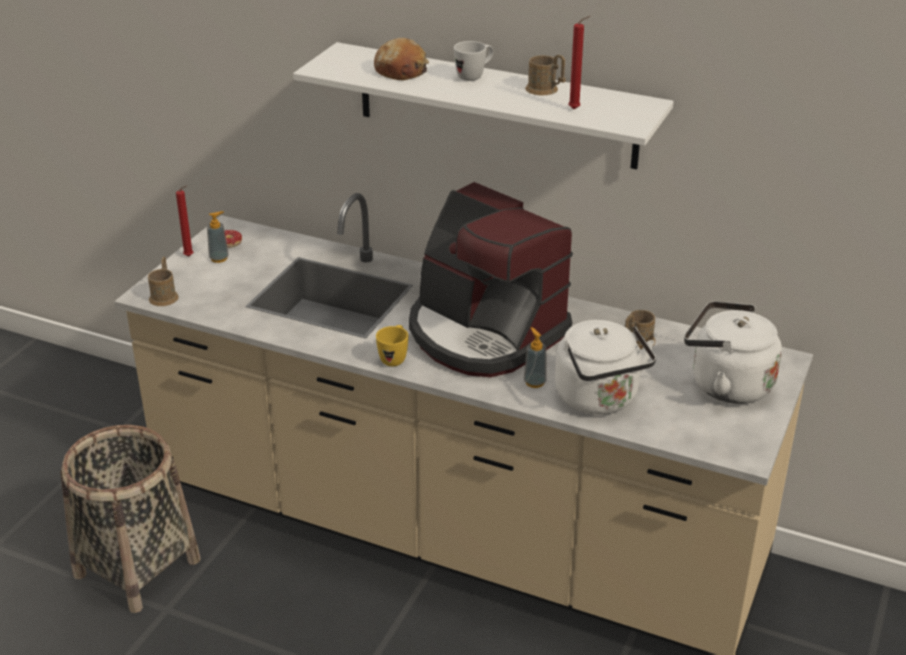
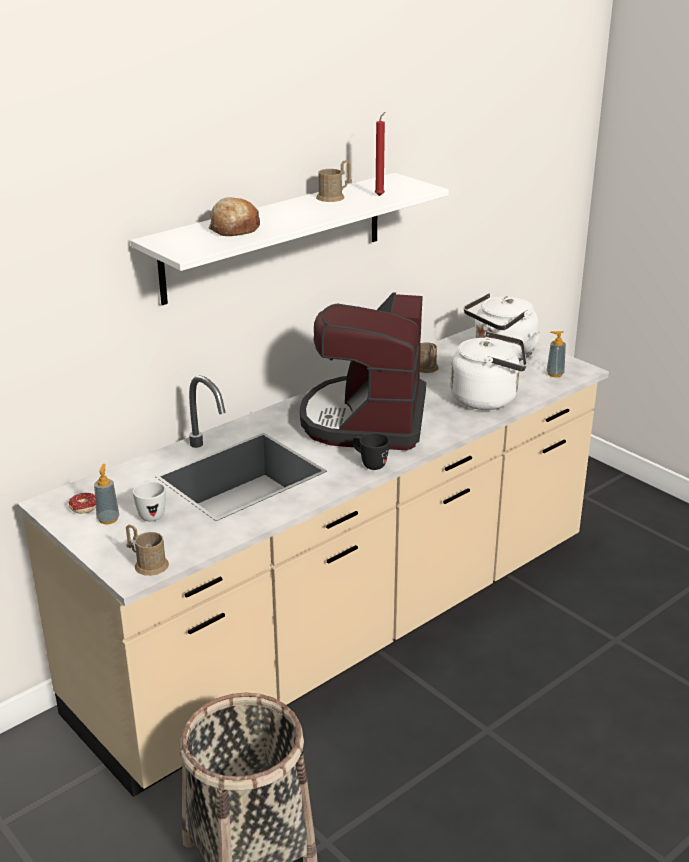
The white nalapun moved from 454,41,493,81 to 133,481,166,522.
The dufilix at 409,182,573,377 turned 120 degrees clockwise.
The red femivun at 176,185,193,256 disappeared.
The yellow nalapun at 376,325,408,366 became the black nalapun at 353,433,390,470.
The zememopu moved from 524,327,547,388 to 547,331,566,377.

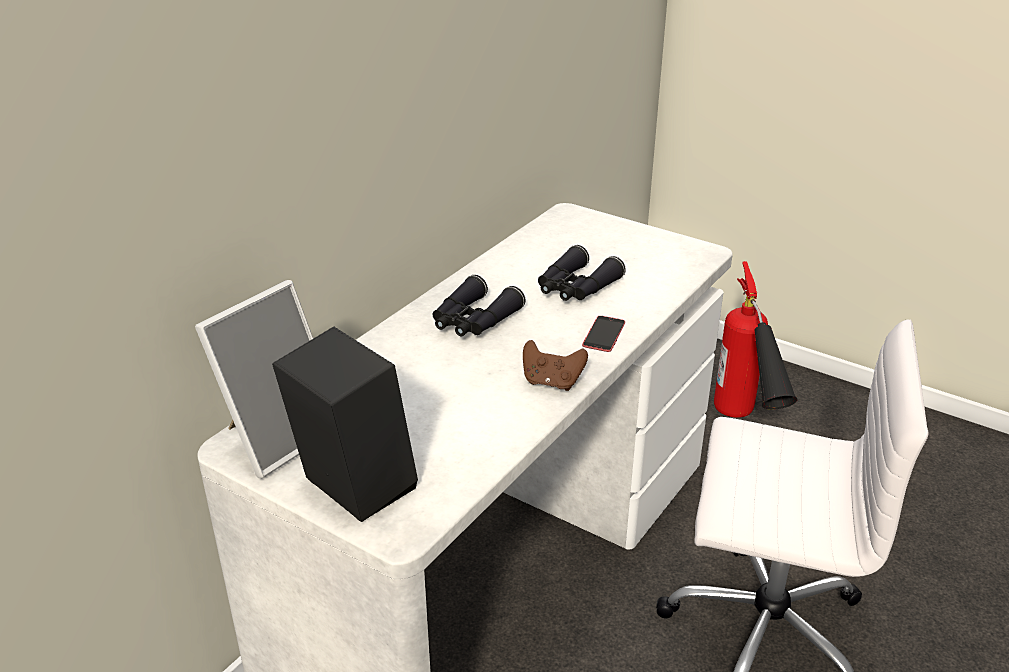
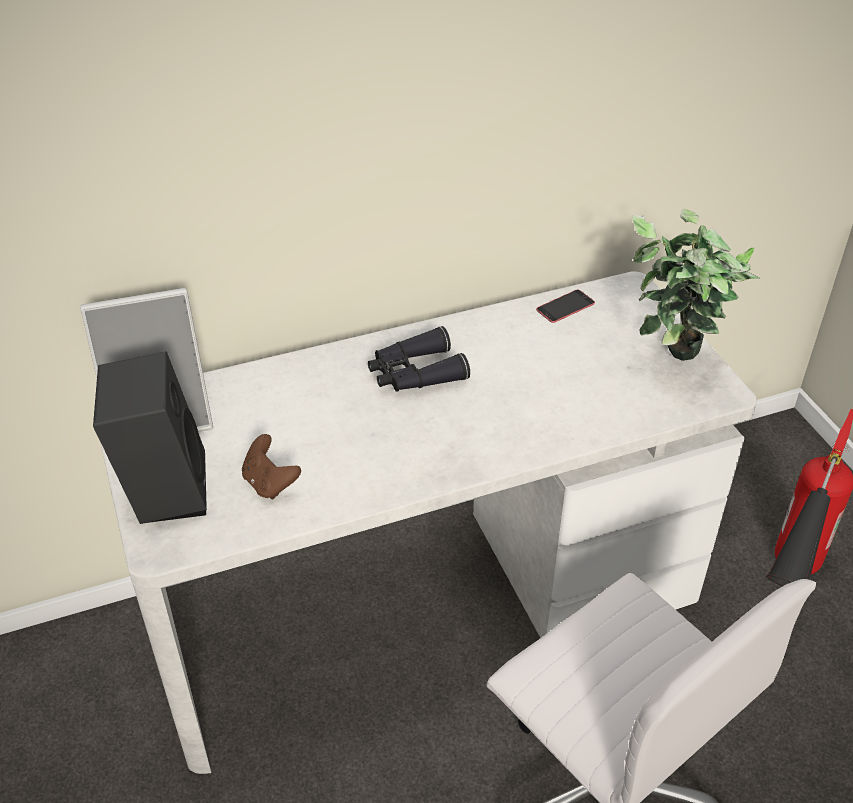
The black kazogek at 538,245,626,301 disappeared.
The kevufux moved from 582,316,625,352 to 536,290,595,323.
The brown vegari moved from 523,340,588,391 to 242,434,301,500.
The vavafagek at 632,209,761,361 appeared.

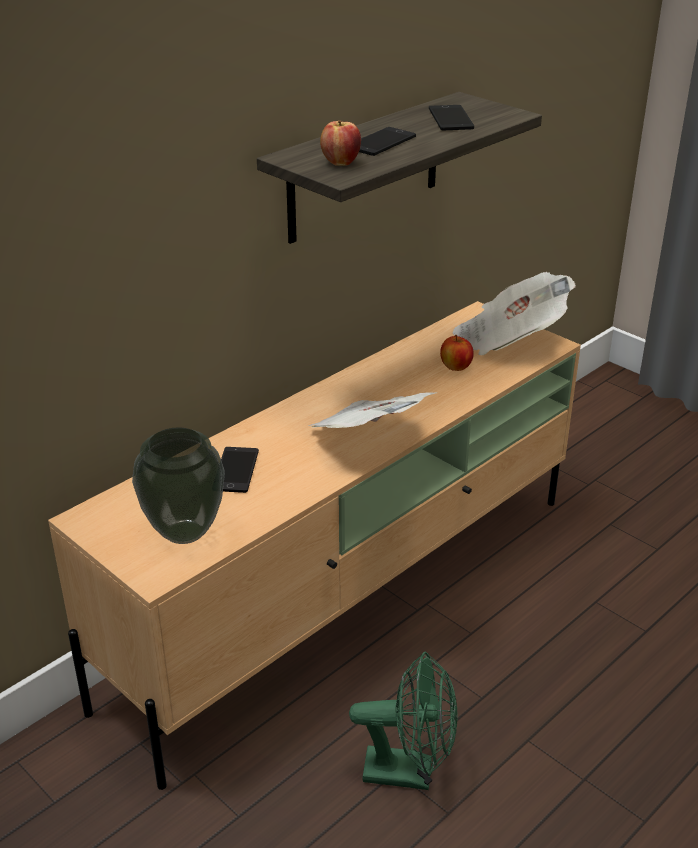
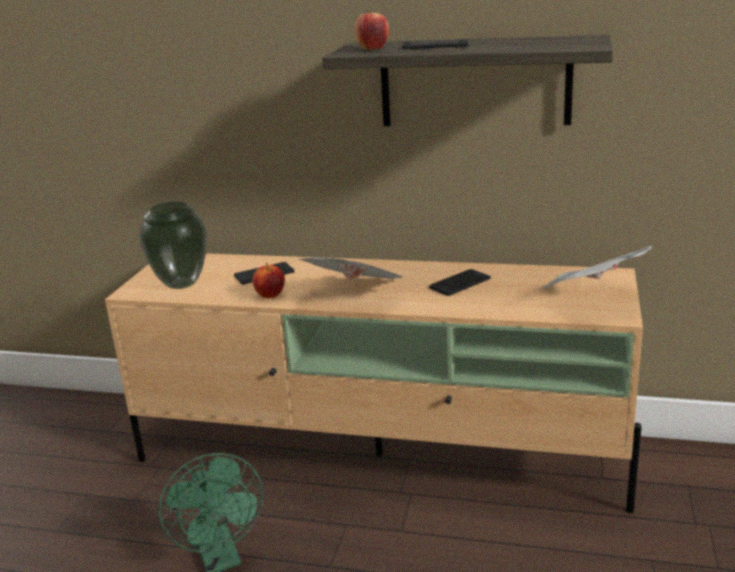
The kevufux moved from 429,105,474,130 to 429,269,491,296.
The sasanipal moved from 440,335,474,371 to 253,263,285,298.

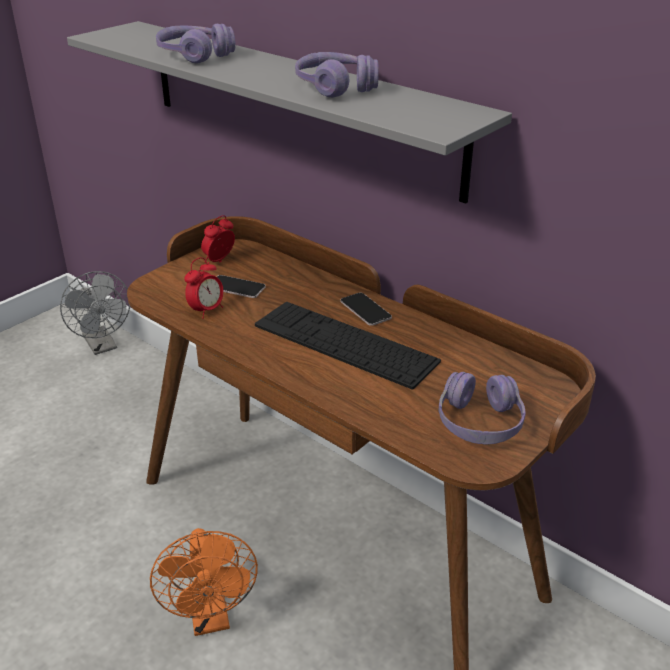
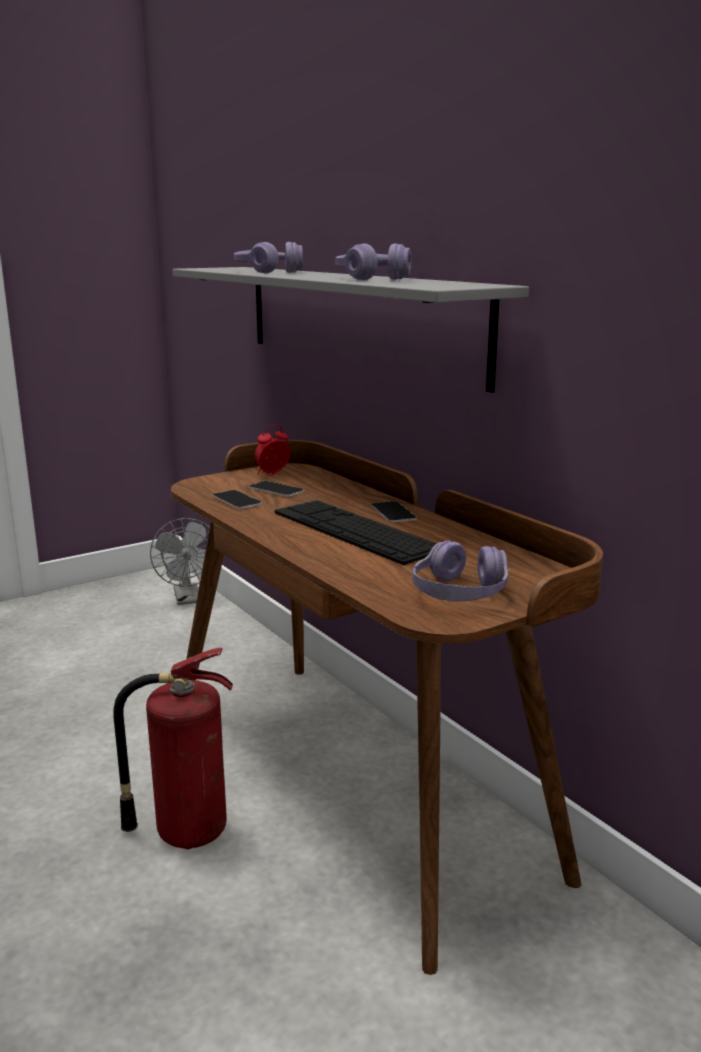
The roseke at 184,257,223,319 was replaced by the kevufux at 212,490,262,509.
The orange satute at 150,528,258,636 was replaced by the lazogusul at 113,648,233,850.

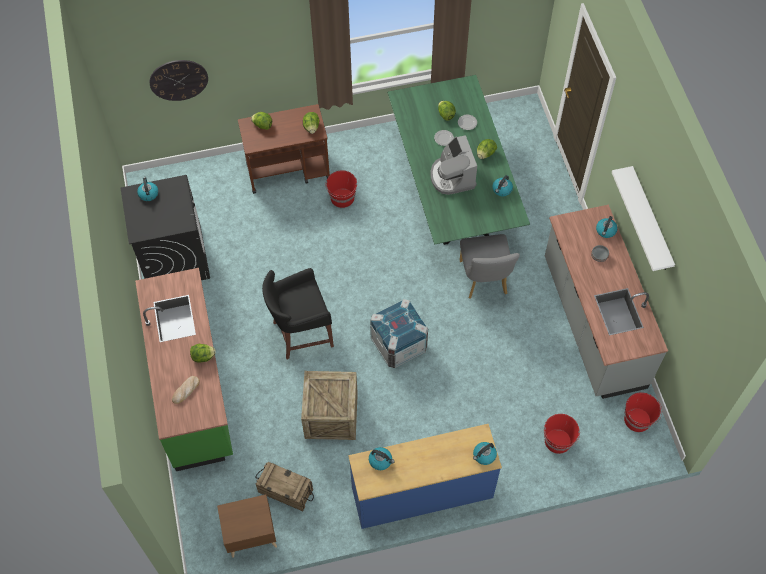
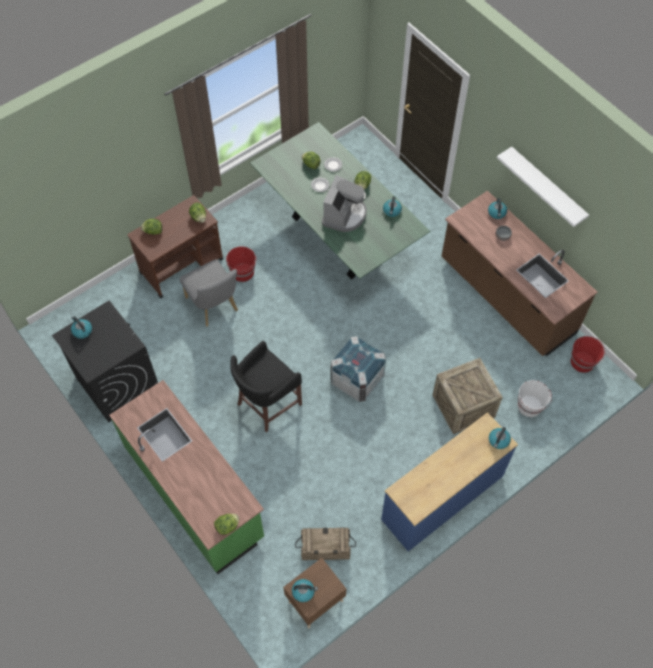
The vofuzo at 150,60,208,101 disappeared.
The dufilix at 430,135,477,195 turned 120 degrees counterclockwise.
The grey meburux at 545,205,668,399 became the brown meburux at 442,190,597,356.
The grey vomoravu moved from 460,234,520,299 to 179,259,238,327.
The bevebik moved from 190,344,216,363 to 214,514,239,535.
The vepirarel moved from 301,371,358,440 to 433,358,503,434.
The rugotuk at 172,376,200,404 disappeared.
The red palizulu at 544,414,580,454 became the white palizulu at 518,380,552,417.
The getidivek moved from 369,447,395,470 to 292,579,318,602.

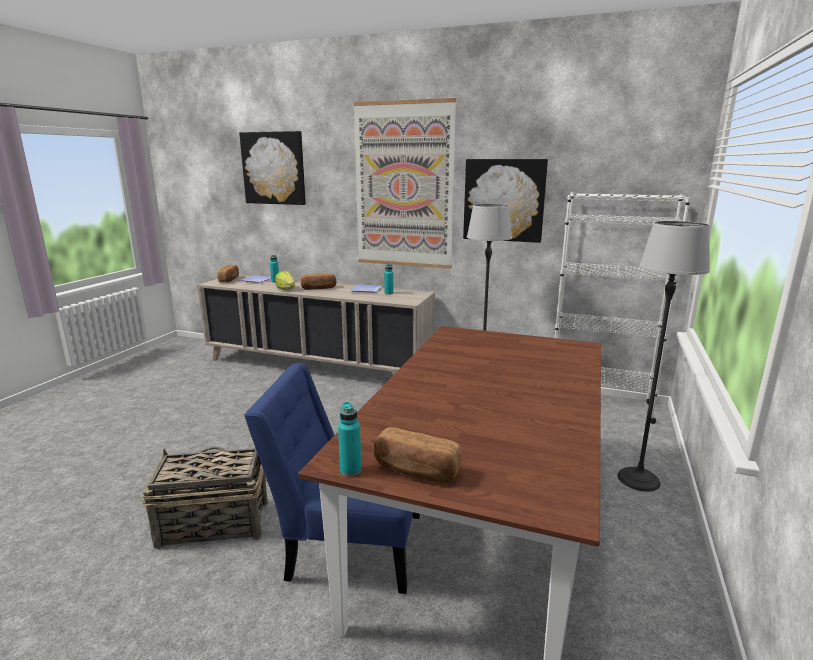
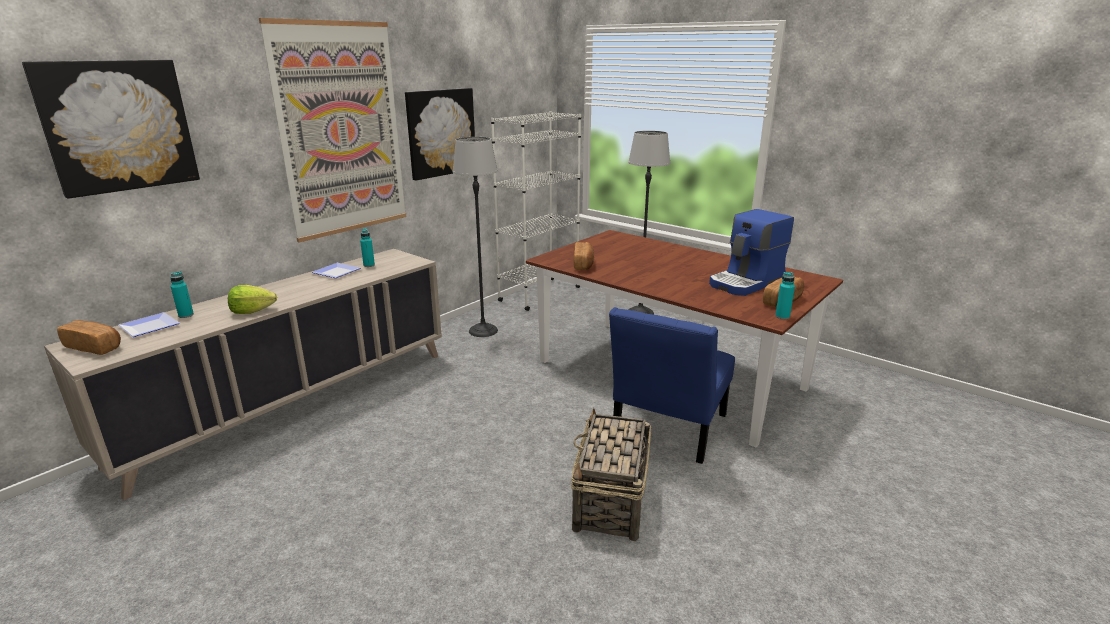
The rugotuk moved from 301,273,336,290 to 573,242,594,270.
The dufilix at 709,209,794,296 appeared.

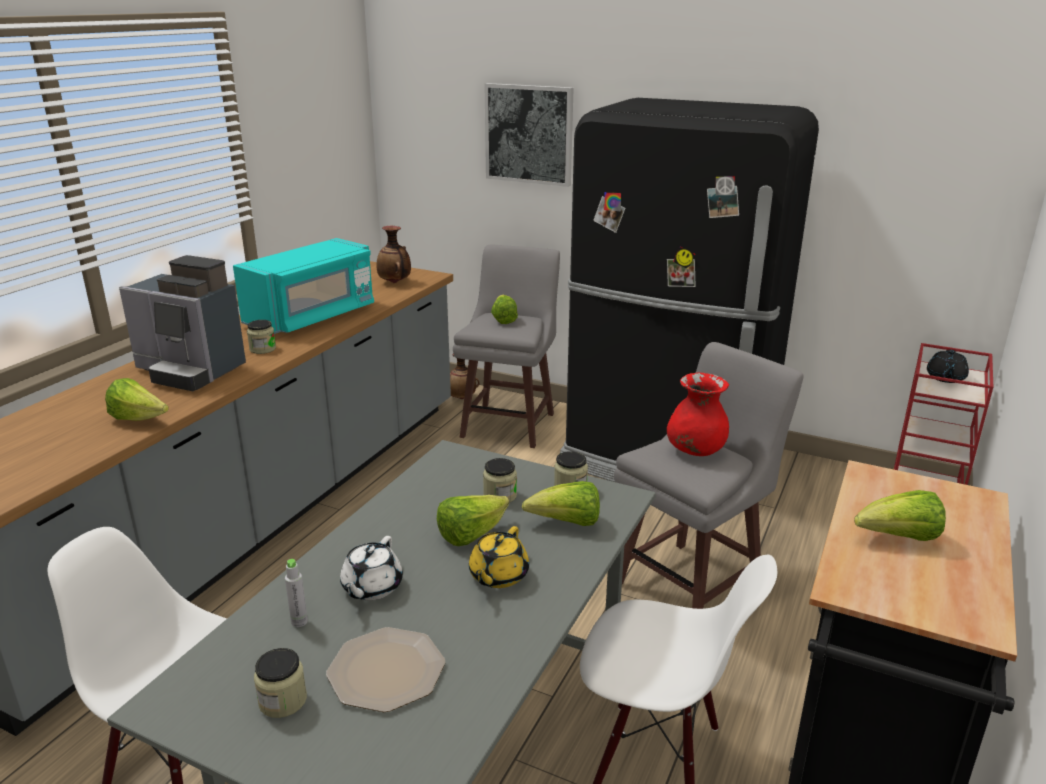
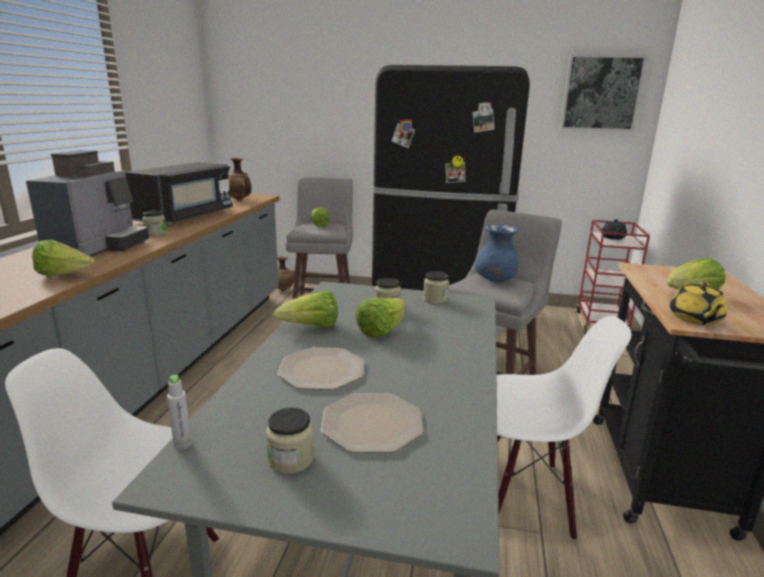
The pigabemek moved from 484,83,574,187 to 560,54,648,132.
The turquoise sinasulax at 233,238,374,334 became the black sinasulax at 125,162,233,225.
The dufilix at 119,255,246,391 turned 90 degrees counterclockwise.
The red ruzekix at 667,372,729,456 became the blue ruzekix at 475,224,519,282.
The bevebik moved from 522,481,600,526 to 273,290,338,327.
The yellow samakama moved from 469,526,529,588 to 670,282,727,325.
The white samakama at 340,536,403,600 was replaced by the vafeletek at 277,347,364,390.
The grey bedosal moved from 285,559,308,627 to 167,375,192,450.

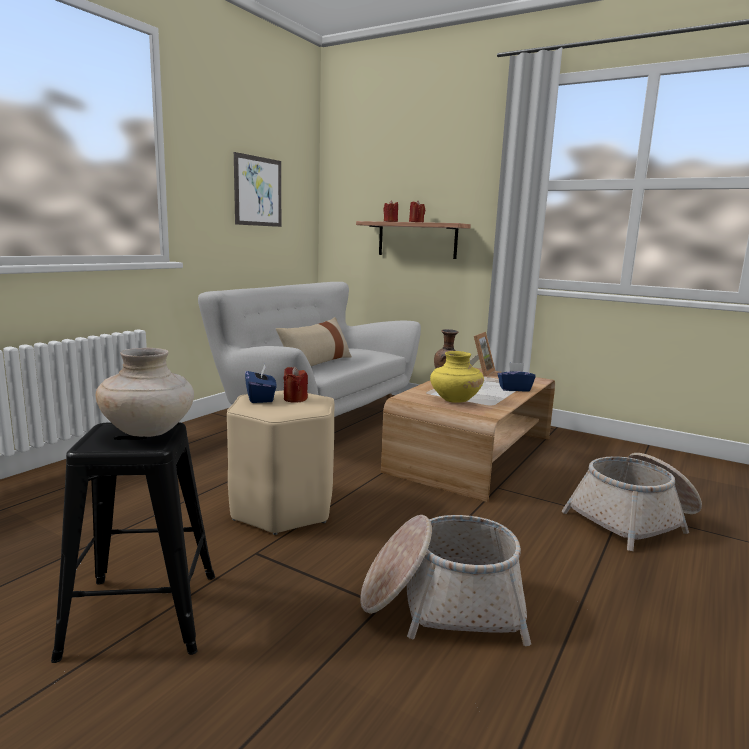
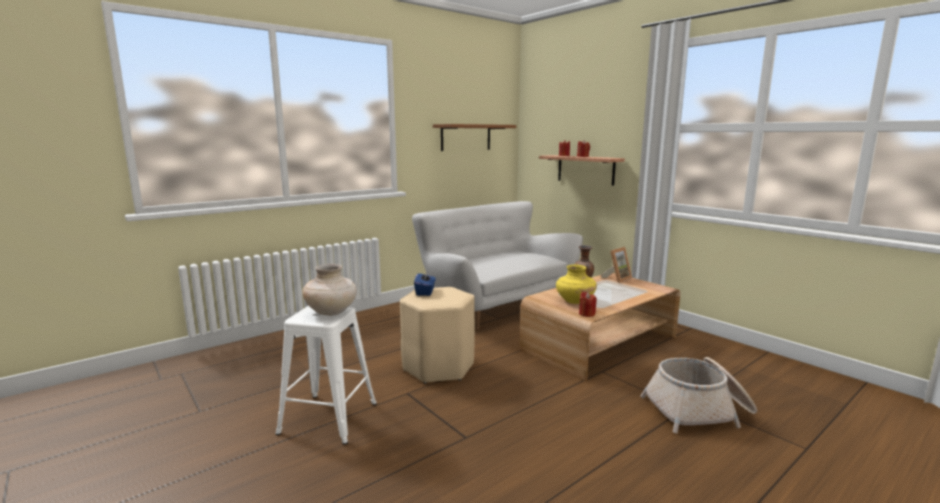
The pigabemek at 234,152,281,227 was replaced by the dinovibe at 433,124,516,151.
The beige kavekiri at 276,317,352,366 disappeared.
The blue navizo at 498,362,536,392 disappeared.
The red femivun moved from 284,366,308,402 to 579,292,597,317.
The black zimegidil at 51,422,215,663 became the white zimegidil at 275,306,377,445.
The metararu at 360,515,531,646 disappeared.

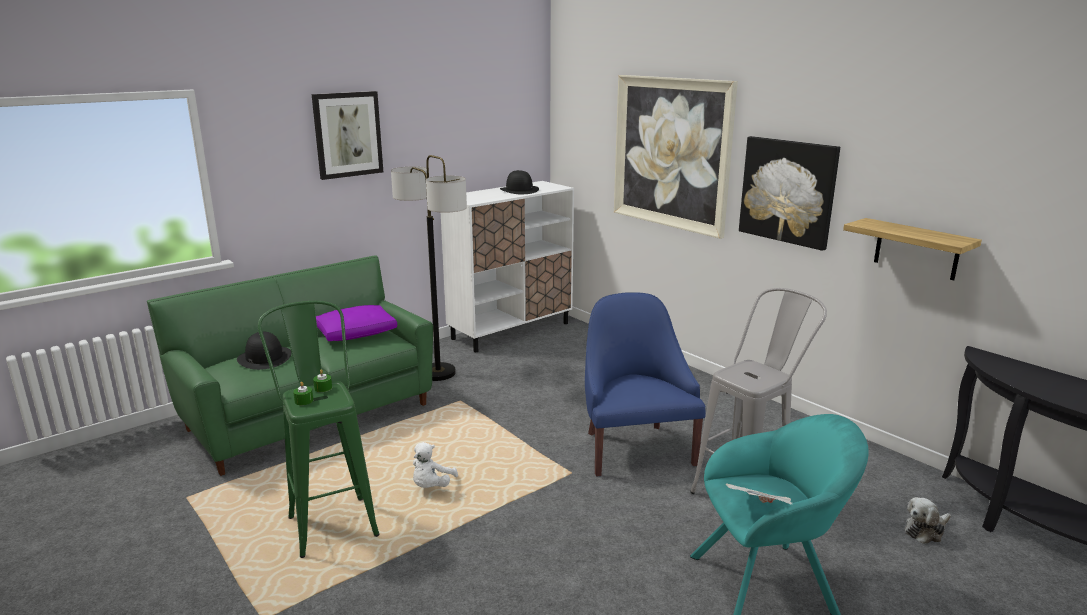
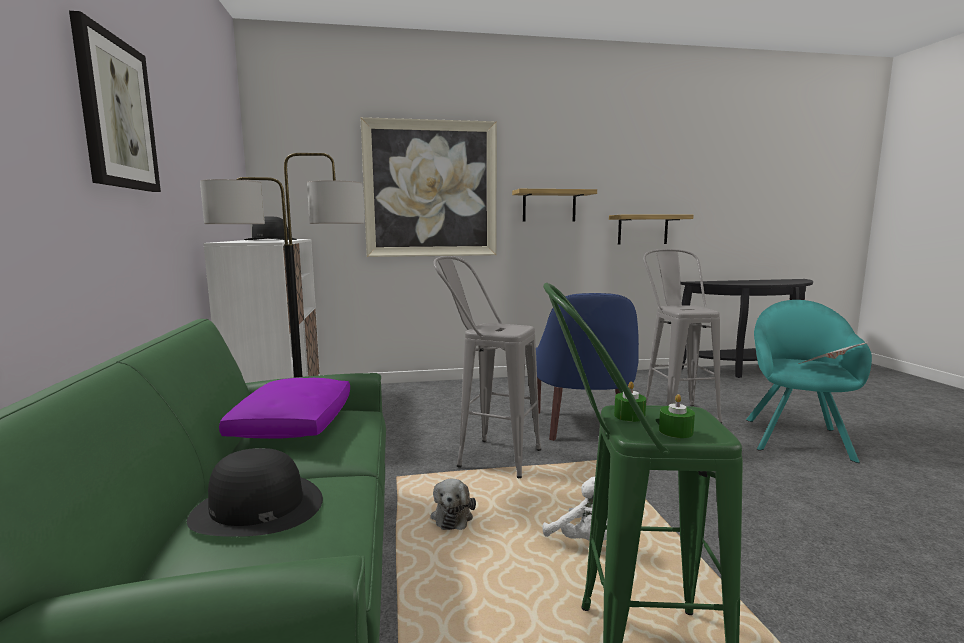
The pigabemek at 739,136,840,251 was replaced by the dinovibe at 512,189,597,222.
The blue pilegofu at 585,292,706,477 turned 105 degrees counterclockwise.
The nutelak moved from 905,497,951,544 to 430,478,476,530.
The grey zimegidil at 434,256,541,478 appeared.

